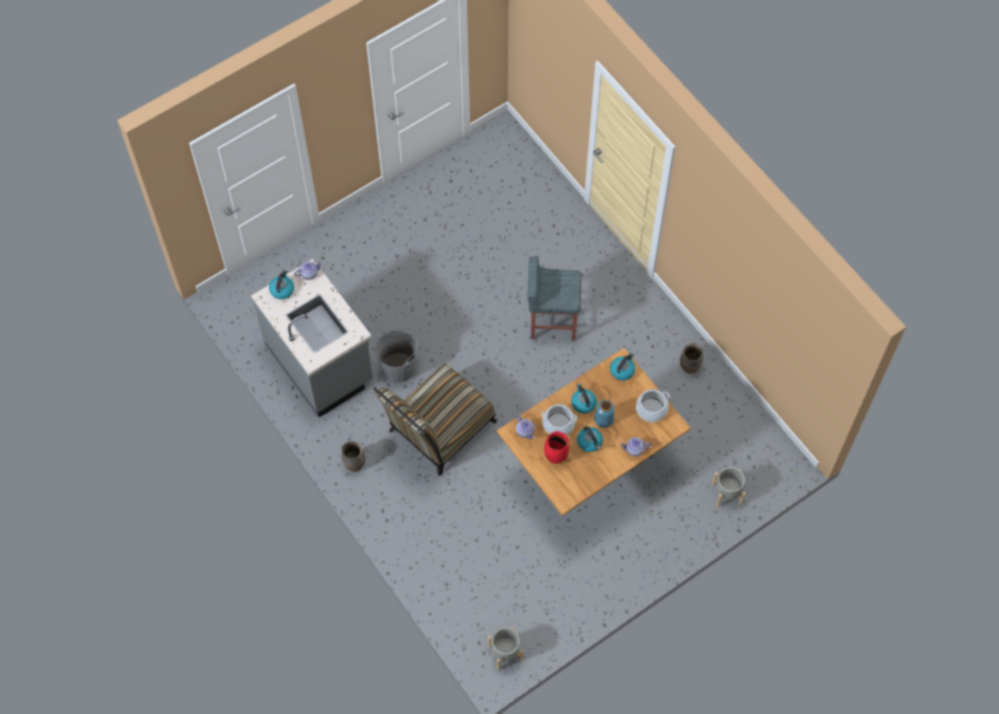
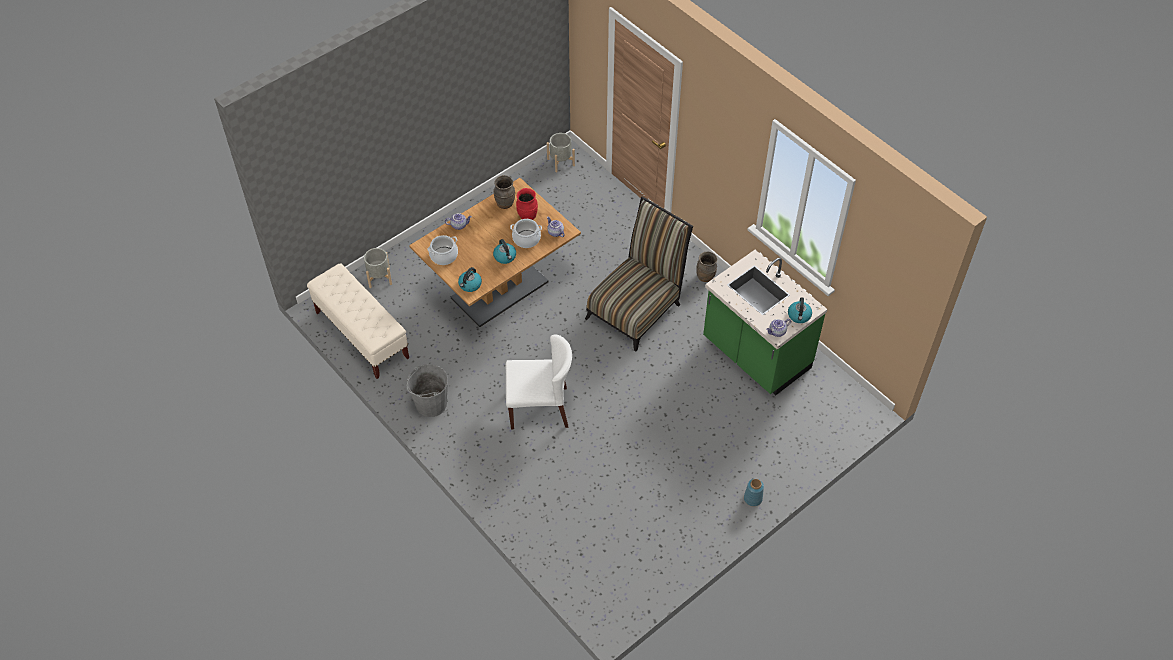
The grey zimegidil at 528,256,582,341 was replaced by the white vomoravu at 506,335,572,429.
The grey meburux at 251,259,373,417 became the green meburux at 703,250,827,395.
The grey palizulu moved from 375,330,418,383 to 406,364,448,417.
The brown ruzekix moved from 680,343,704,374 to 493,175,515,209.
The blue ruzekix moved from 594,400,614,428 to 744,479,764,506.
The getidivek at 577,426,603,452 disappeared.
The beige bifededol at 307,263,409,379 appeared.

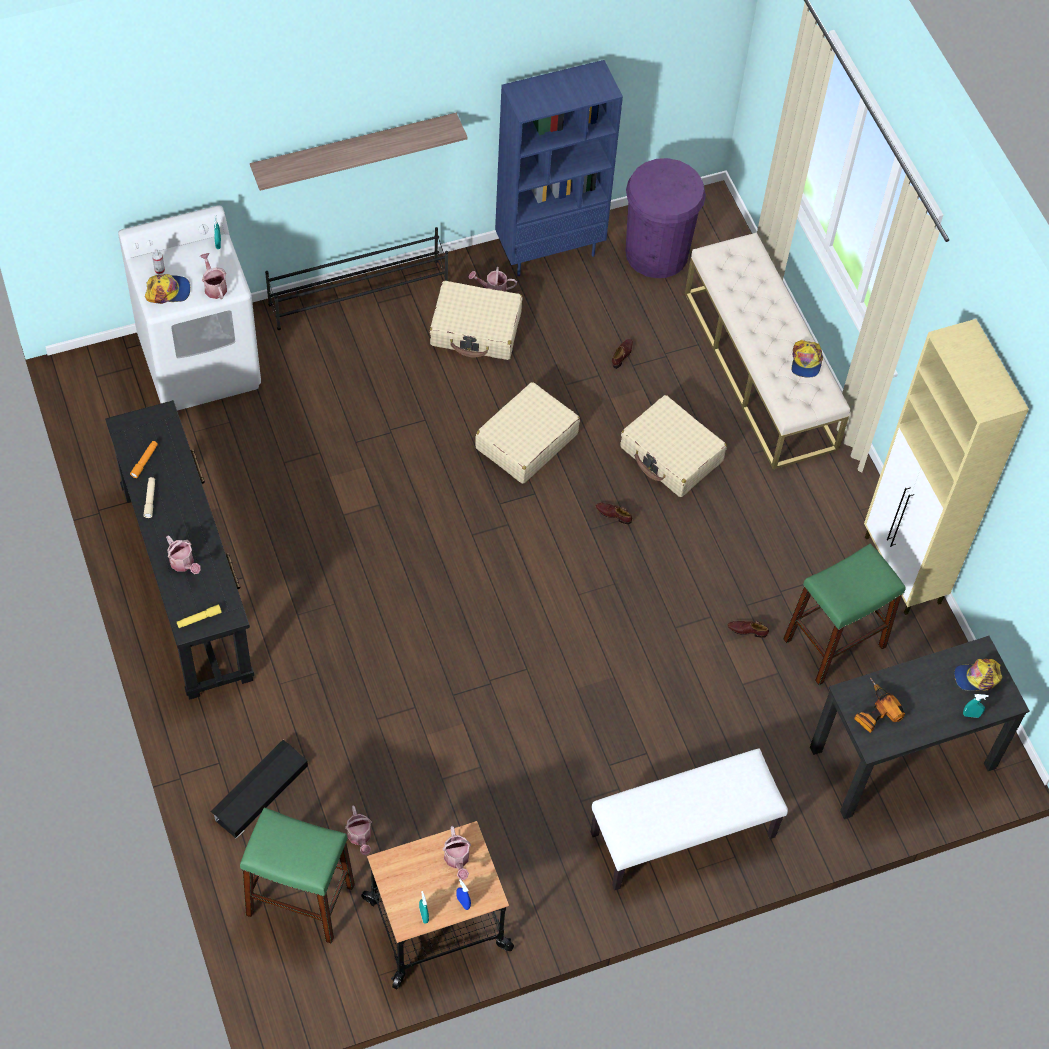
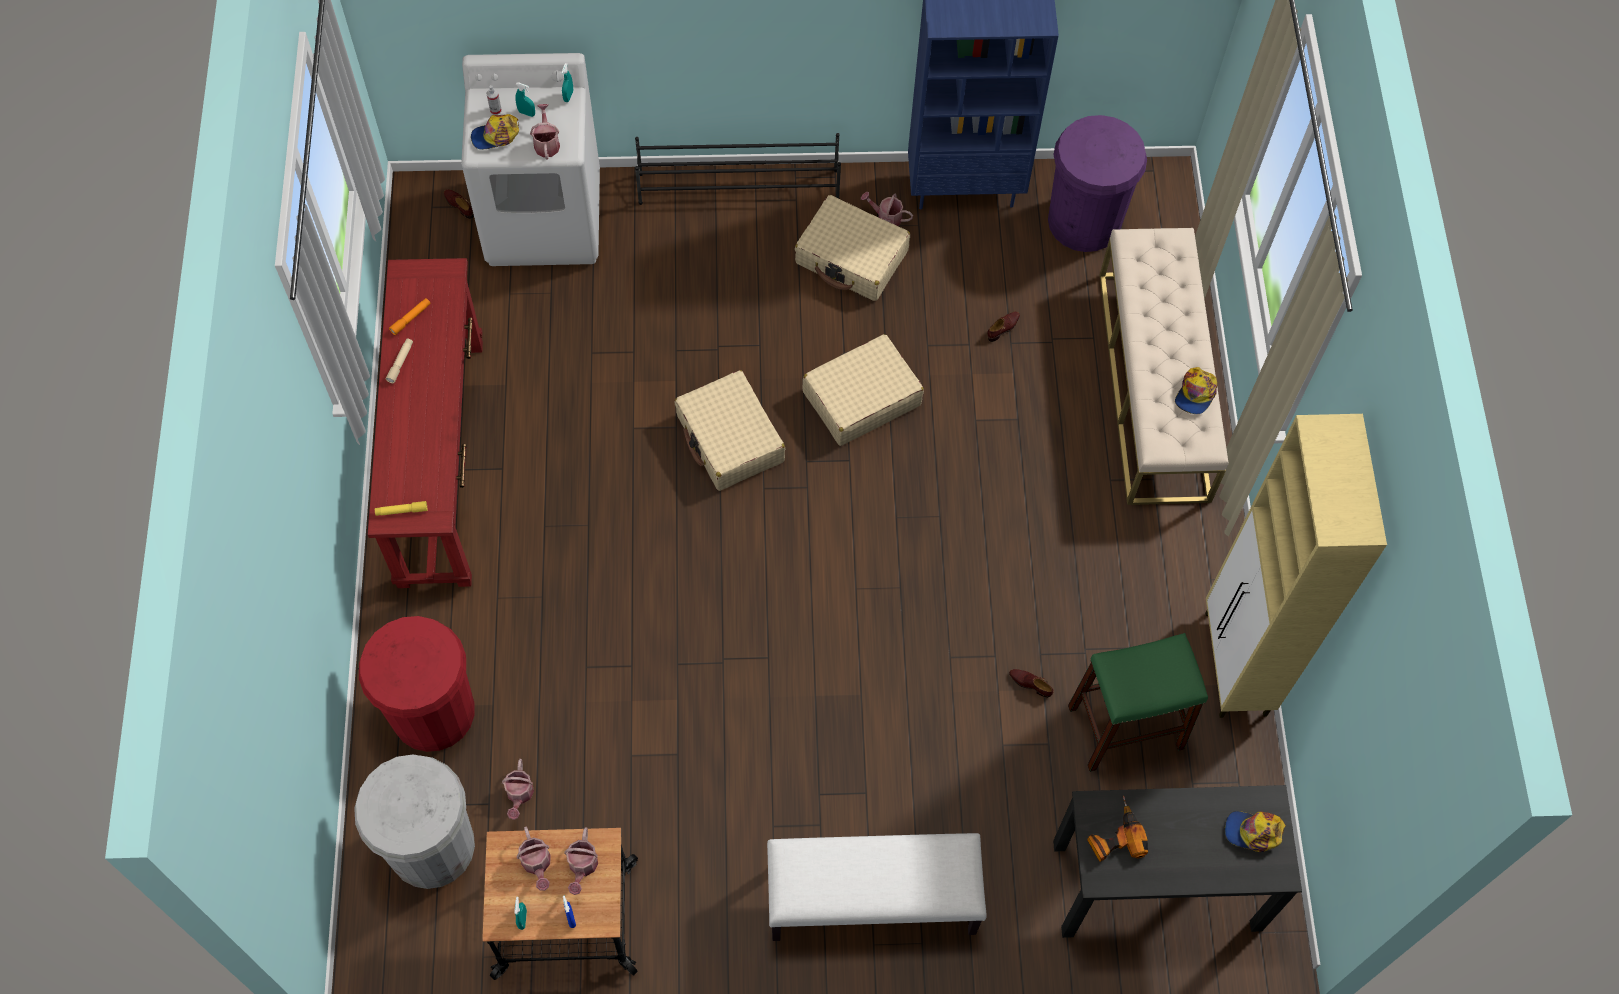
The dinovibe at 250,113,468,191 disappeared.
The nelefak at 145,274,190,304 turned 150 degrees clockwise.
The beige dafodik moved from 621,395,727,497 to 675,370,786,491.
The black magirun at 105,400,254,700 became the red magirun at 367,258,483,588.
The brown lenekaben moved from 596,503,632,525 to 444,189,474,219.
The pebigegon moved from 166,536,201,574 to 517,827,550,891.
The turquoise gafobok moved from 963,694,989,718 to 515,82,535,117.
The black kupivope at 210,740,308,838 was replaced by the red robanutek at 359,616,475,752.
The green zimegidil at 240,807,355,944 was replaced by the white robanutek at 354,755,475,889.

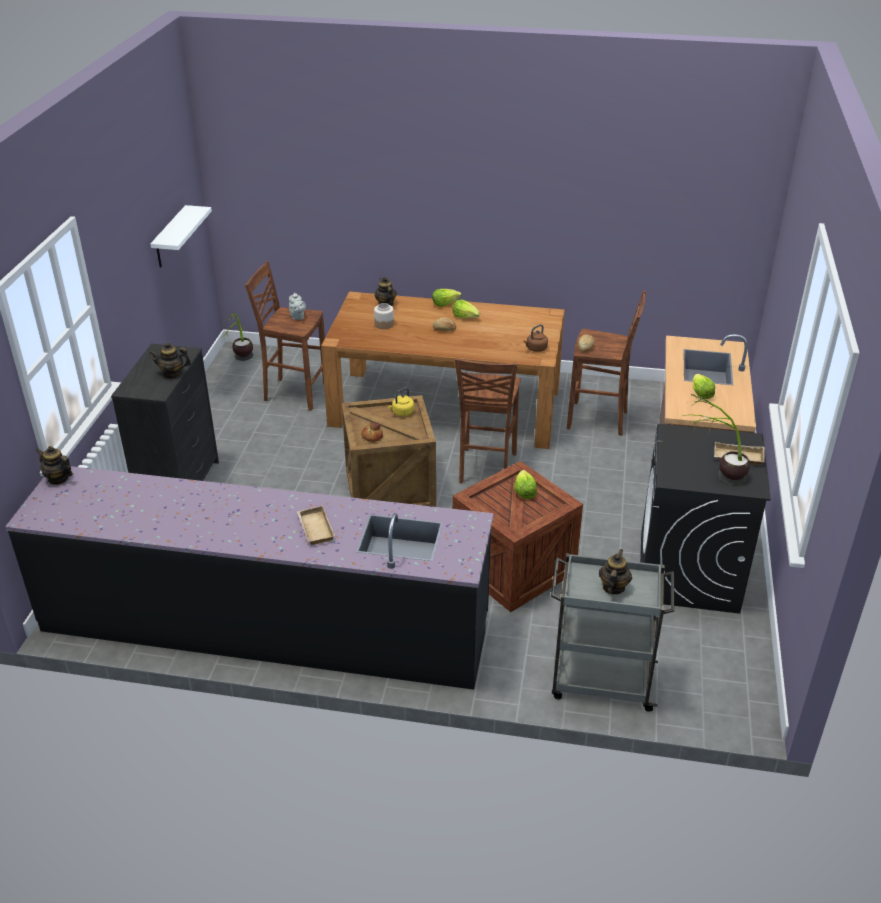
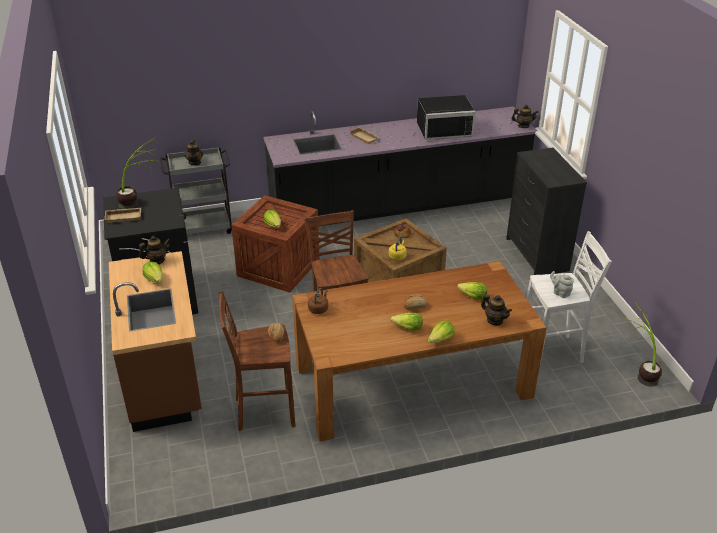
The white dinovibe at 150,205,212,268 disappeared.
The brown zimegidil at 245,261,325,411 became the white zimegidil at 520,231,612,364.
The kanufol at 374,303,394,329 was replaced by the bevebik at 457,282,487,300.
The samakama moved from 149,342,191,379 to 139,236,170,264.
The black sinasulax at 417,95,475,140 appeared.

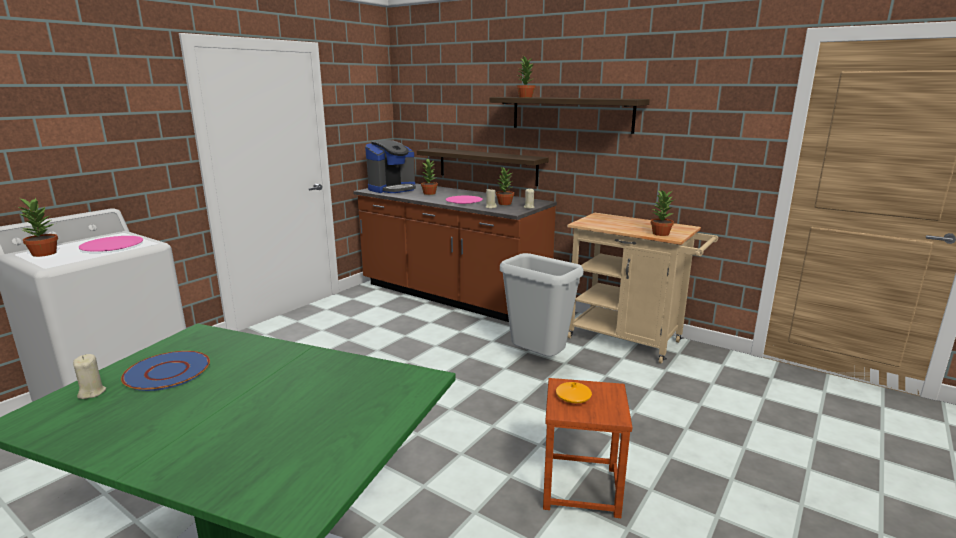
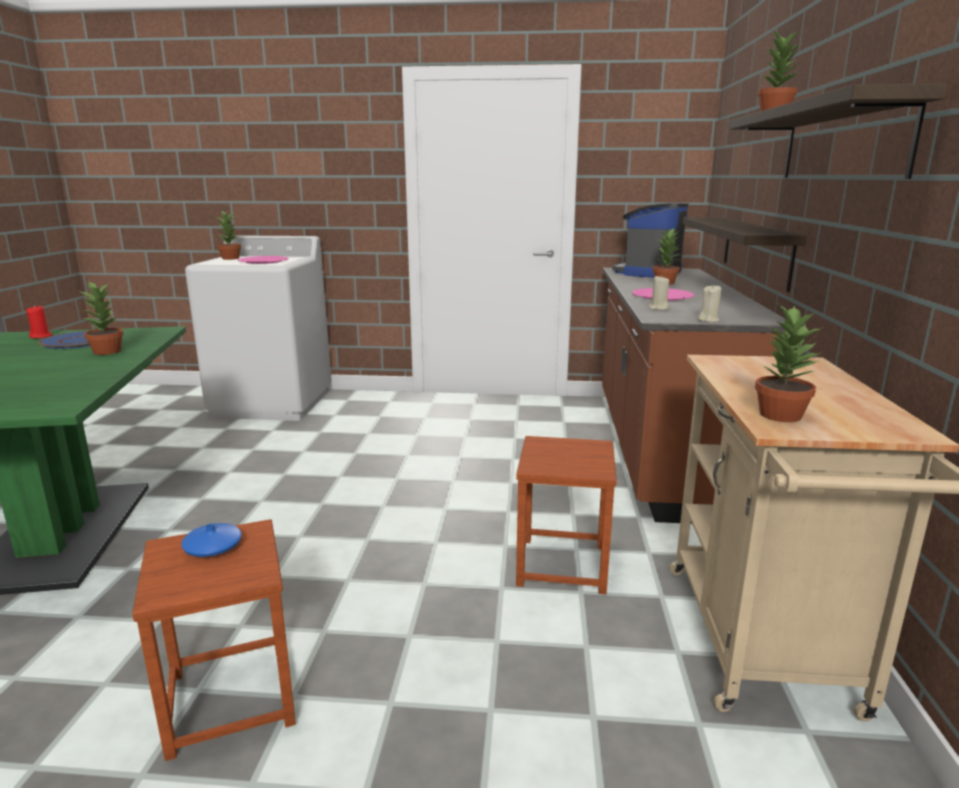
The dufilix at 365,140,416,193 turned 105 degrees clockwise.
The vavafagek moved from 496,166,514,205 to 79,281,124,355.
The grey robanutek at 500,253,584,356 was replaced by the brown zimegidil at 516,436,617,594.
The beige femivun at 73,354,106,399 became the red femivun at 26,305,53,339.
The orange ruzekix at 556,382,592,403 became the blue ruzekix at 181,523,242,557.

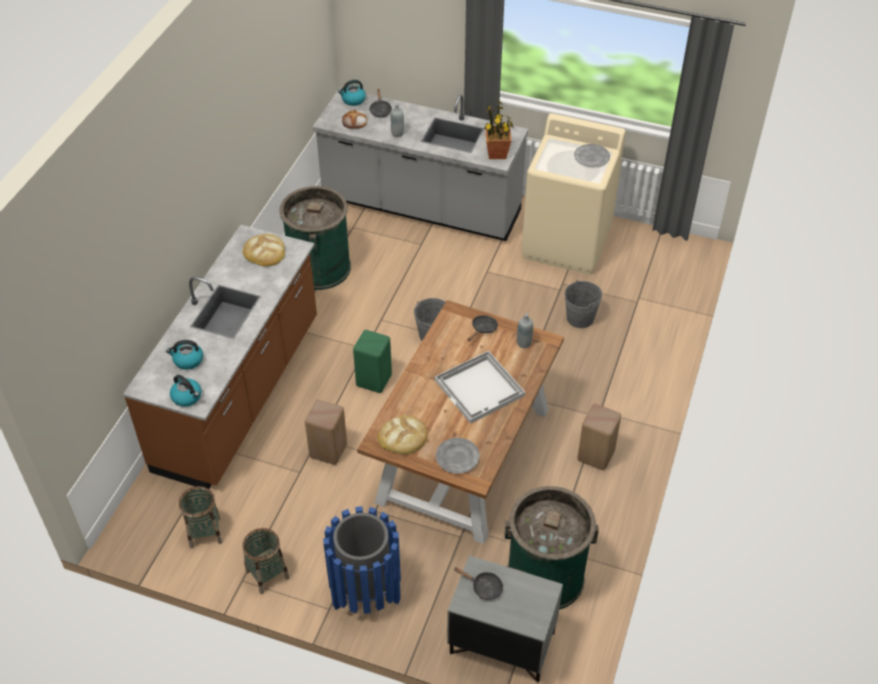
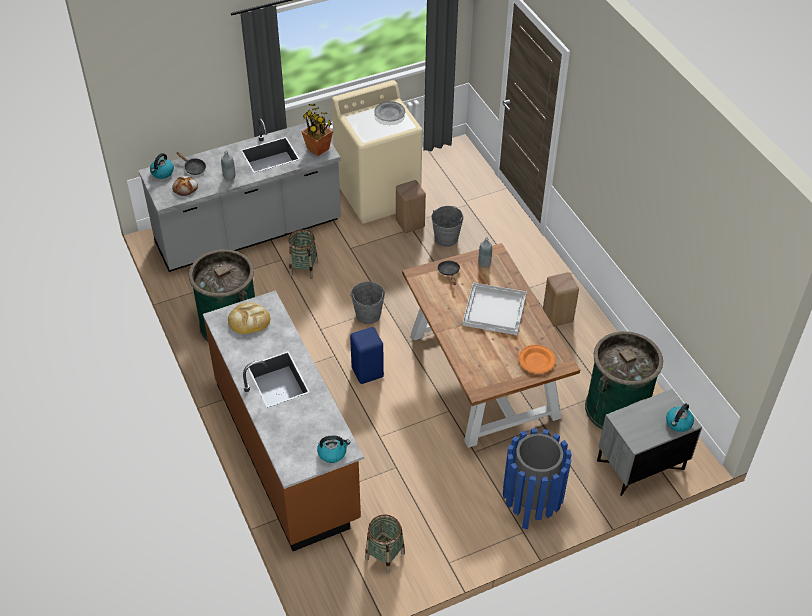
The green zimegidil at 353,330,392,393 became the blue zimegidil at 350,327,384,384.
The getidivek moved from 166,340,203,370 to 666,403,694,432.
The beige zimegidil moved from 305,400,347,465 to 396,180,426,233.
The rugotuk at 377,415,428,454 disappeared.
The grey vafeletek at 436,438,480,474 became the orange vafeletek at 518,345,556,374.
The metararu moved from 243,528,289,594 to 288,229,318,279.
The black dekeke at 454,567,503,601 disappeared.

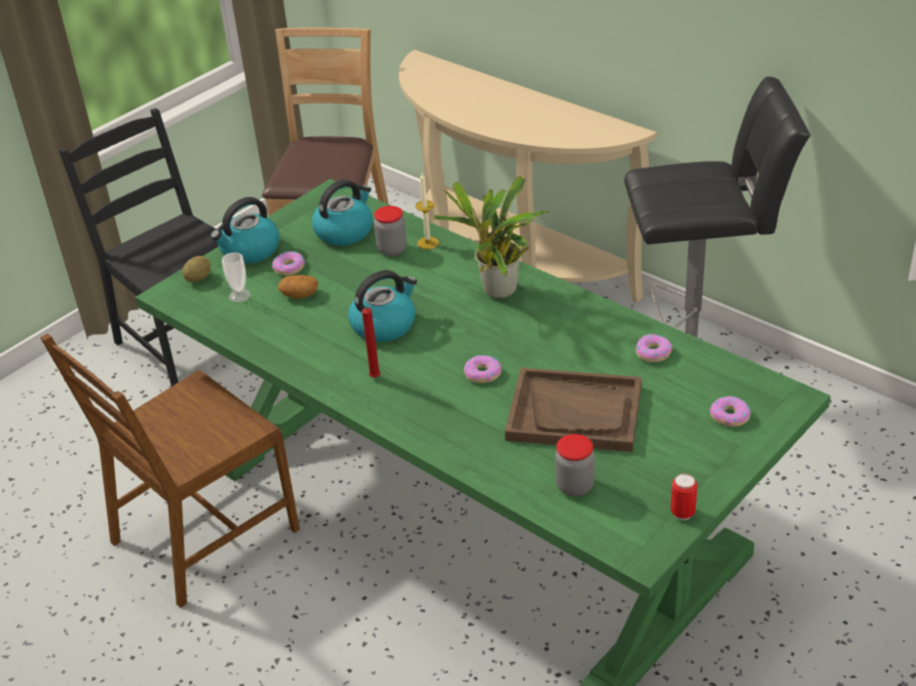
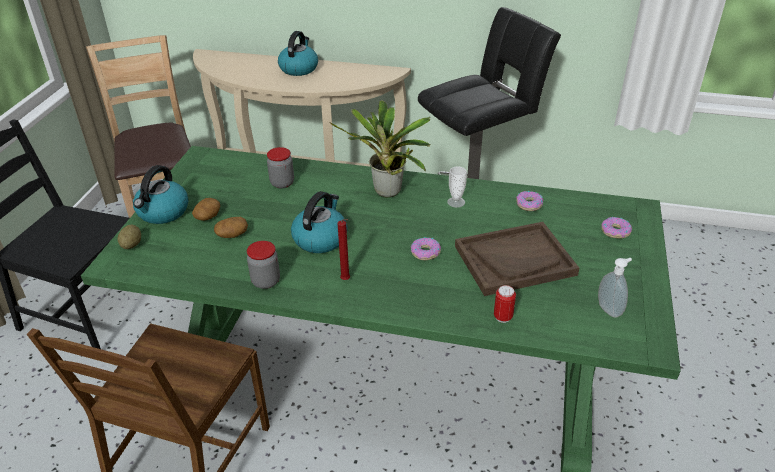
The femivun at 415,173,439,249 disappeared.
The getidivek moved from 312,179,373,246 to 278,31,318,76.
The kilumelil at 272,251,305,276 was replaced by the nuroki at 192,198,220,221.
The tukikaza moved from 222,252,251,302 to 447,166,467,208.
The kanufol moved from 555,434,595,496 to 247,241,280,289.
The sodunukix moved from 671,473,697,520 to 494,285,516,323.
The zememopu at 598,258,632,318 appeared.

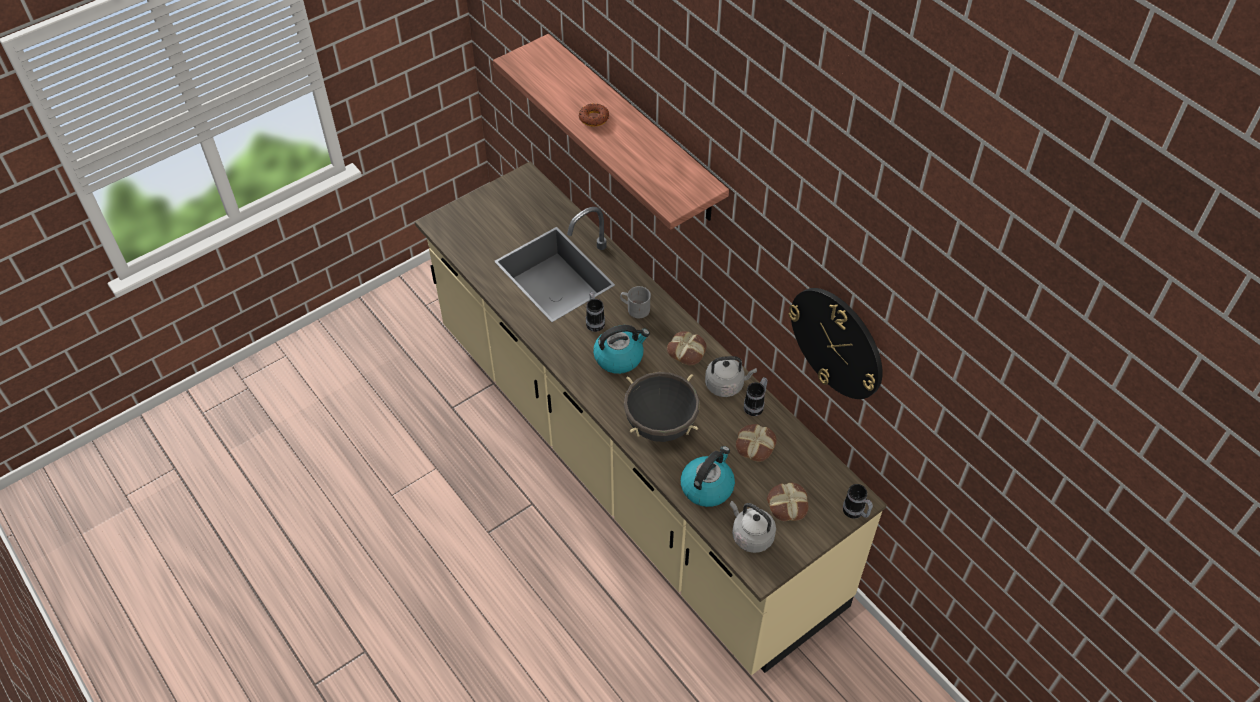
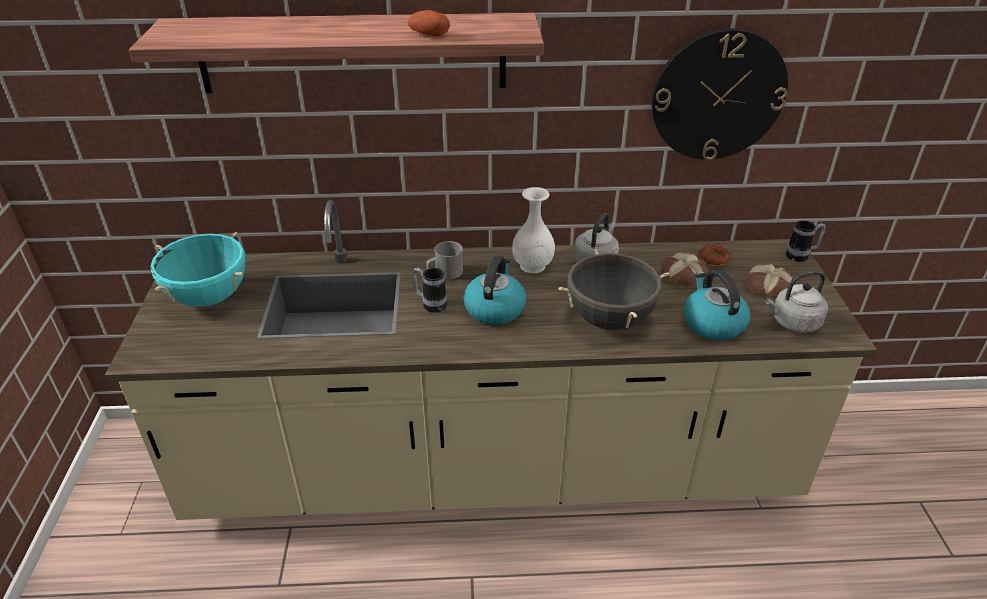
The kilumelil moved from 579,103,609,127 to 697,244,731,266.
The rugotuk at 667,331,707,365 was replaced by the white ruzekix at 512,187,555,273.
The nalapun at 744,377,768,416 disappeared.
The nuroki at 407,10,450,36 appeared.
The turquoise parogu at 150,232,246,307 appeared.

